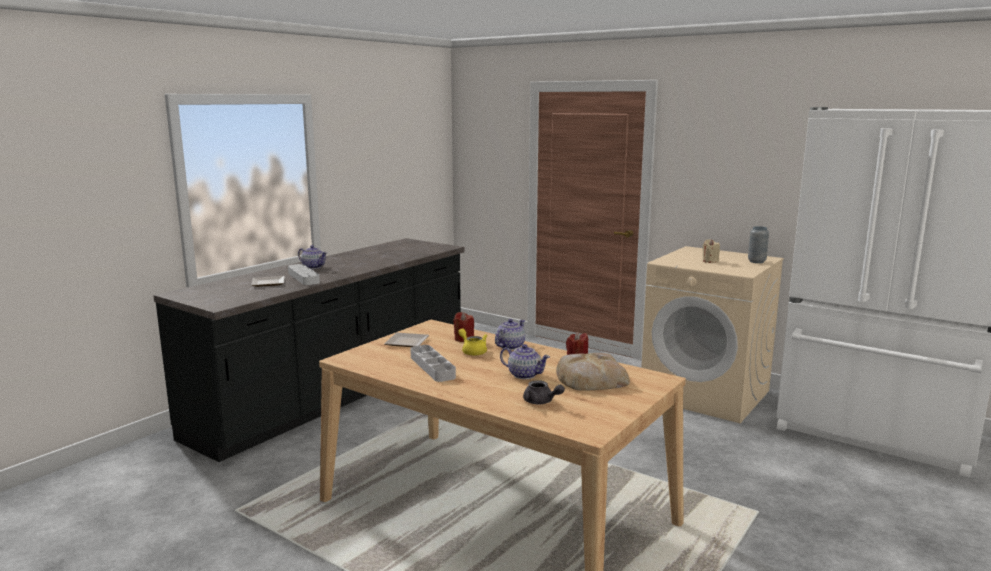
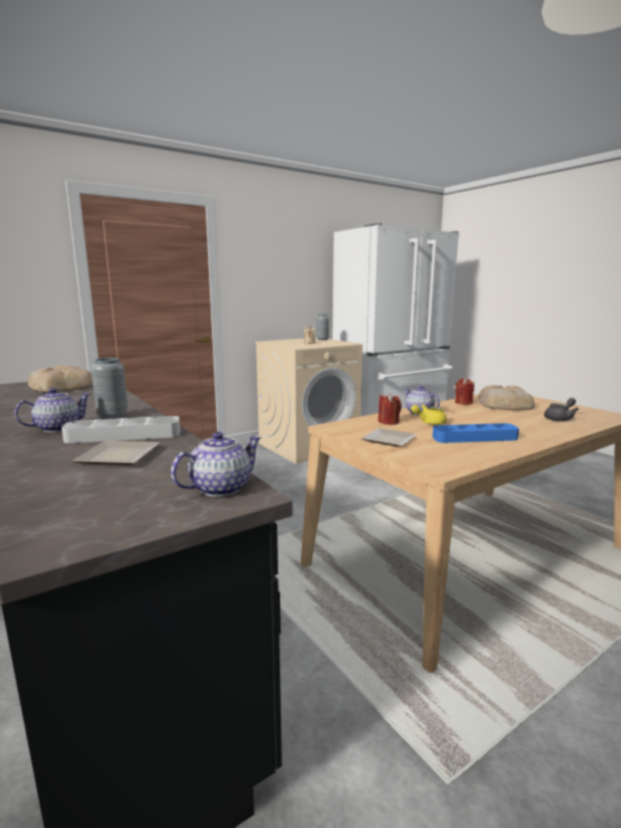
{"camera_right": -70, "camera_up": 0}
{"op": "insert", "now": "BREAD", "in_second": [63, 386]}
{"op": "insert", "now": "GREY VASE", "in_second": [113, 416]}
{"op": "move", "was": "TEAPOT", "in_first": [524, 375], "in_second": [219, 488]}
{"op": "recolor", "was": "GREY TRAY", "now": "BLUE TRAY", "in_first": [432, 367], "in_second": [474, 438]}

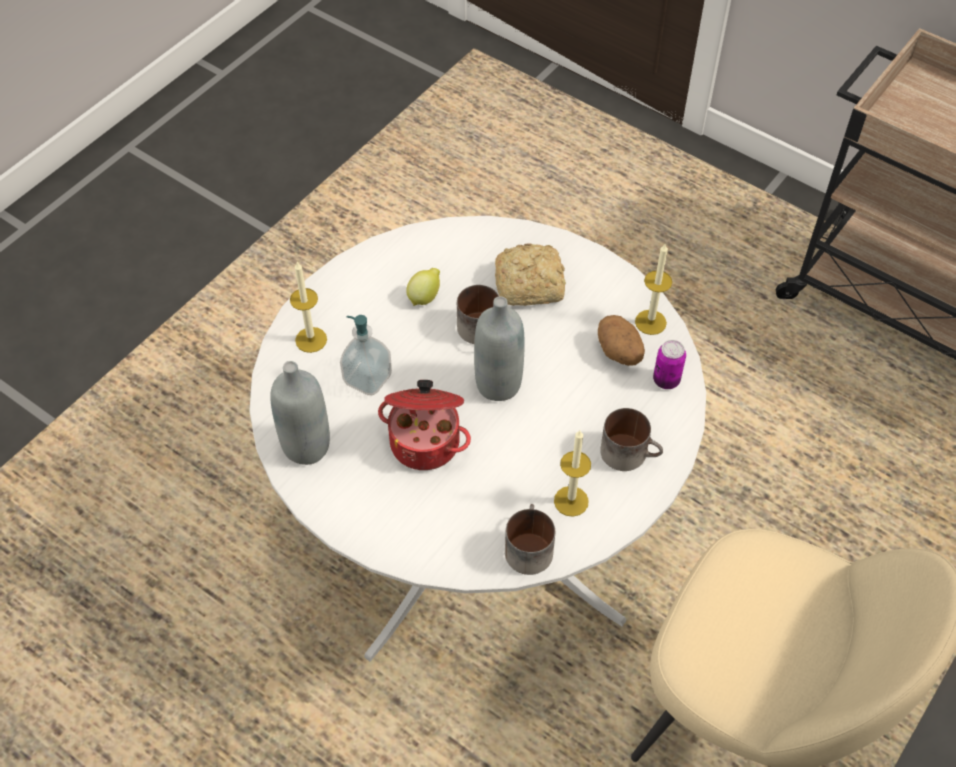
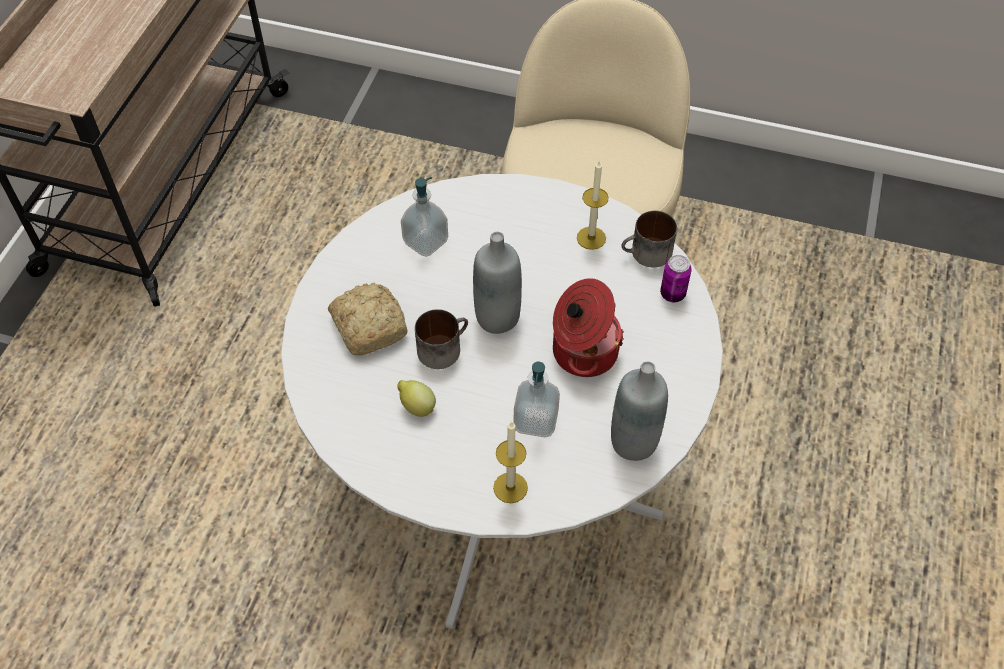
{"camera_right": -110, "camera_up": 0}
{"op": "replace", "was": "POTATO", "now": "SOAP DISPENSER", "in_first": [619, 353], "in_second": [425, 242]}
{"op": "move", "was": "CAN", "in_first": [666, 380], "in_second": [672, 294]}
{"op": "delete", "was": "MUG", "in_first": [630, 452]}
{"op": "delete", "was": "CANDLE", "in_first": [650, 322]}

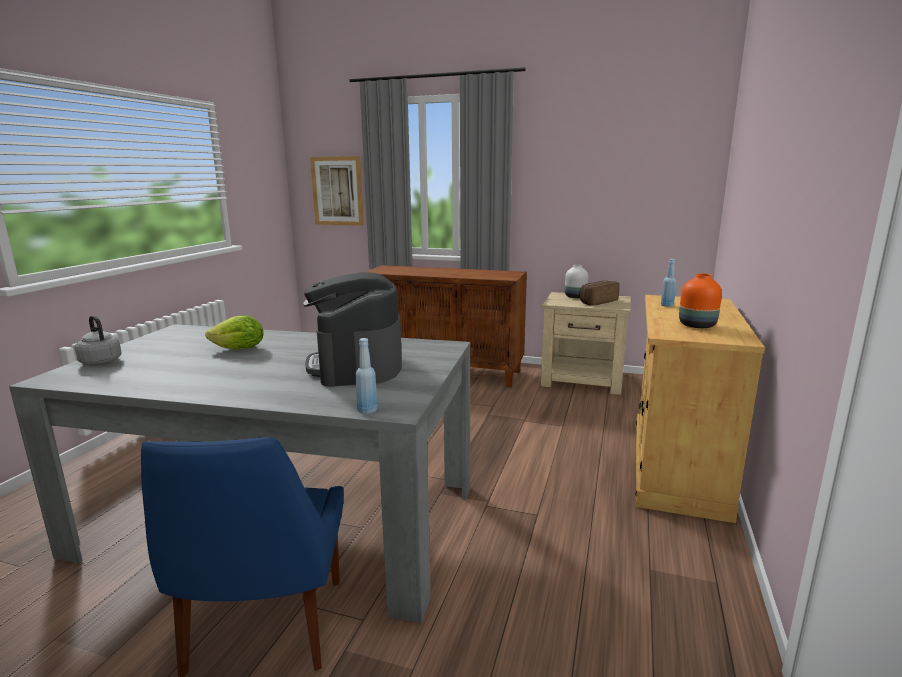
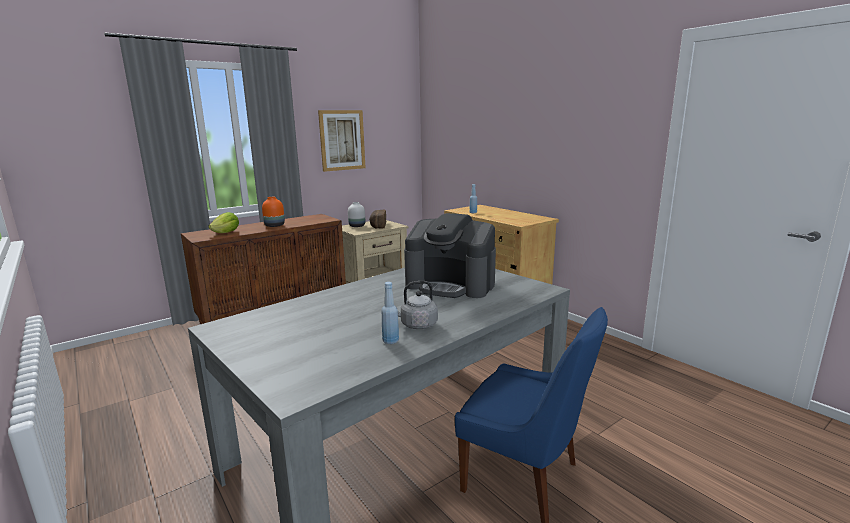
{"camera_right": -55, "camera_up": 0}
{"op": "move", "was": "LETTUCE", "in_first": [239, 349], "in_second": [226, 233]}
{"op": "move", "was": "ORANGE VASE", "in_first": [696, 325], "in_second": [274, 225]}
{"op": "move", "was": "PICTURE", "in_first": [337, 191], "in_second": [342, 140]}
{"op": "move", "was": "BLUE BOTTLE", "in_first": [367, 411], "in_second": [390, 341]}
{"op": "move", "was": "GREY KETTLE", "in_first": [100, 361], "in_second": [417, 325]}

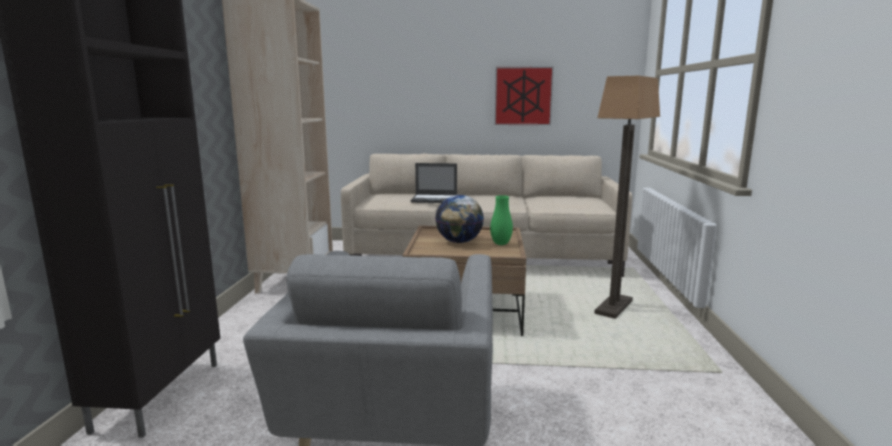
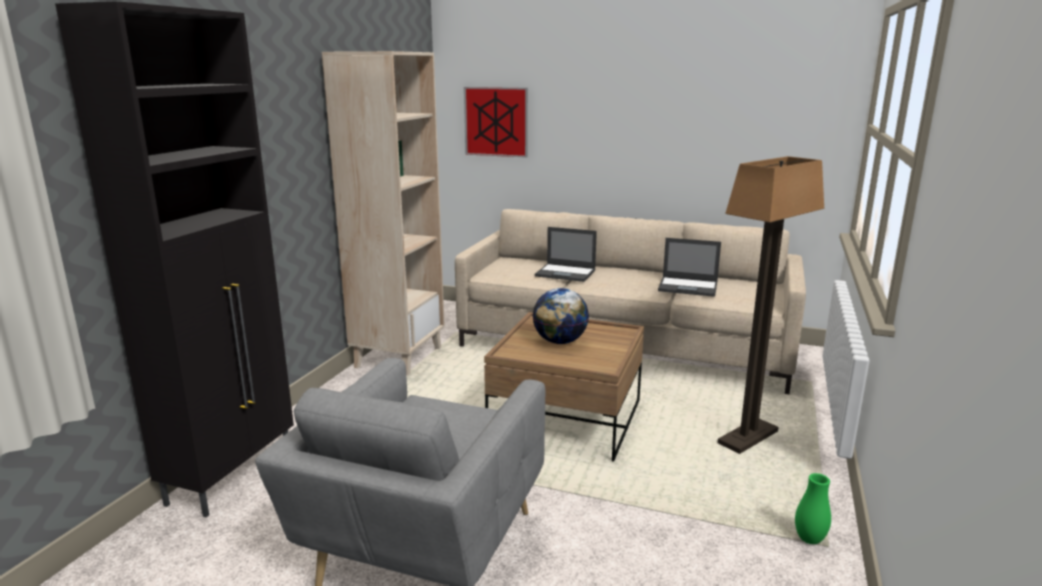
{"camera_right": 15, "camera_up": 5}
{"op": "move", "was": "PICTURE", "in_first": [523, 96], "in_second": [496, 122]}
{"op": "insert", "now": "LAPTOP", "in_second": [688, 287]}
{"op": "move", "was": "GREEN VASE", "in_first": [501, 244], "in_second": [809, 539]}

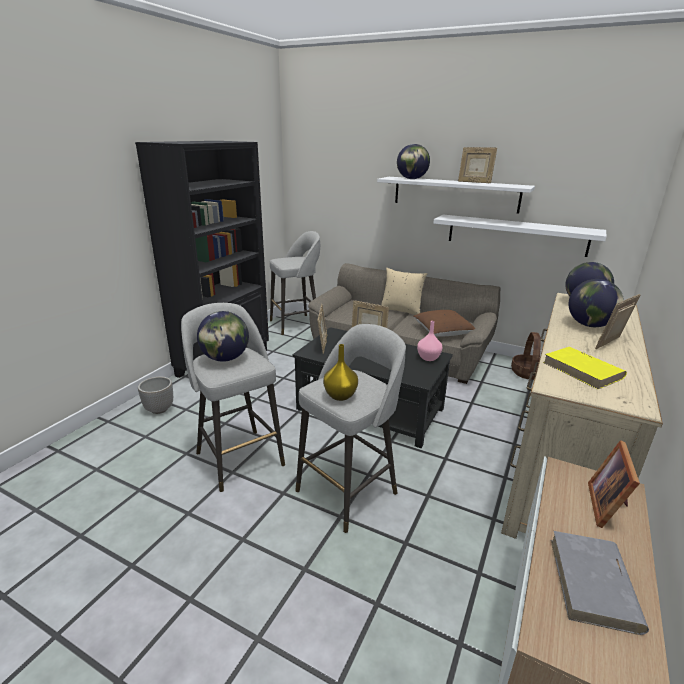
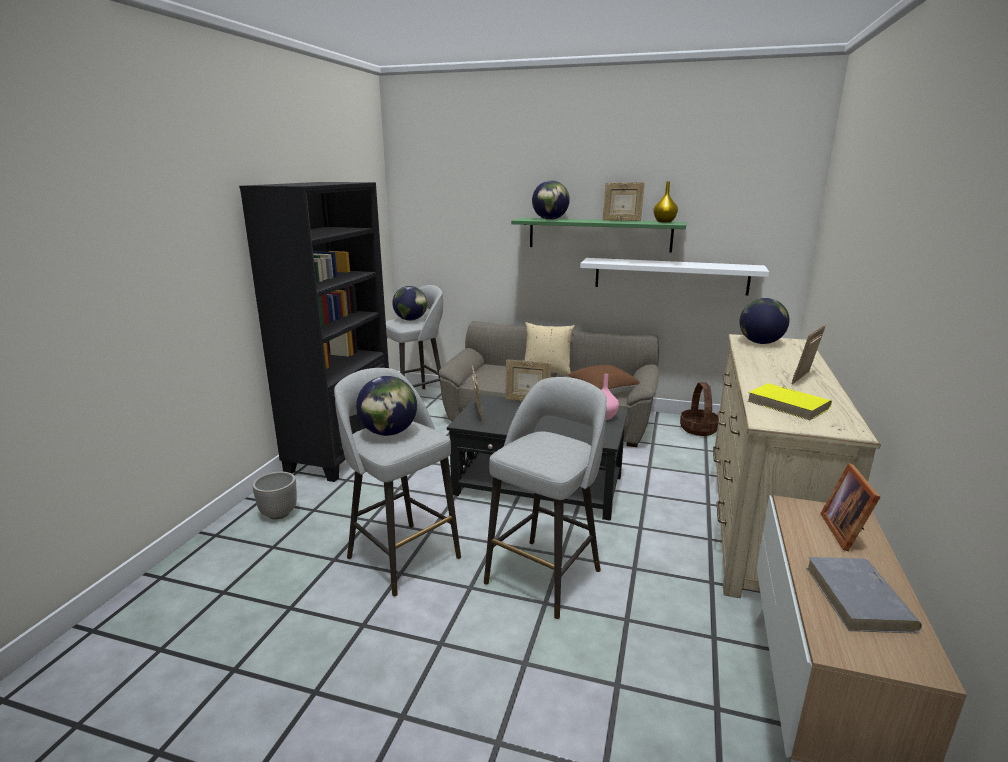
{"camera_right": -10, "camera_up": -5}
{"op": "move", "was": "GLOBE", "in_first": [589, 325], "in_second": [411, 320]}
{"op": "recolor", "was": "WHITE SHELF", "now": "GREEN SHELF", "in_first": [455, 194], "in_second": [599, 234]}
{"op": "move", "was": "YELLOW VASE", "in_first": [339, 395], "in_second": [664, 222]}

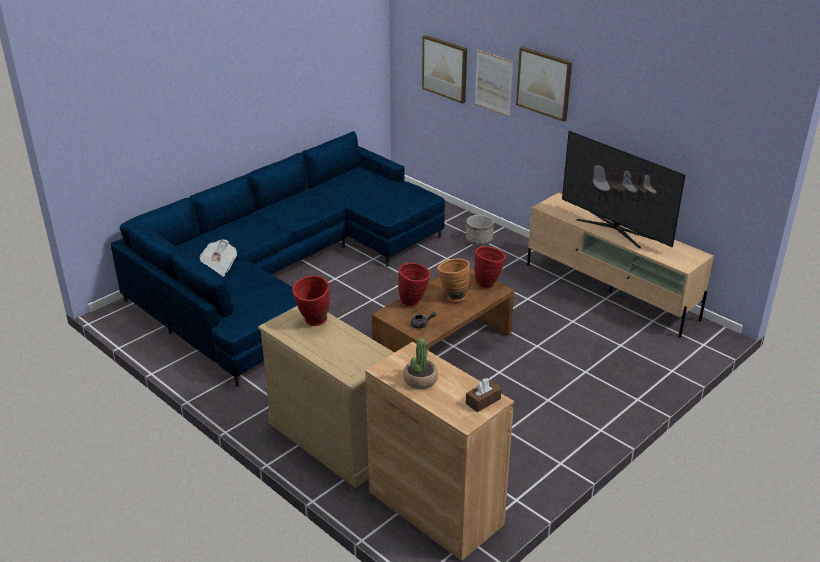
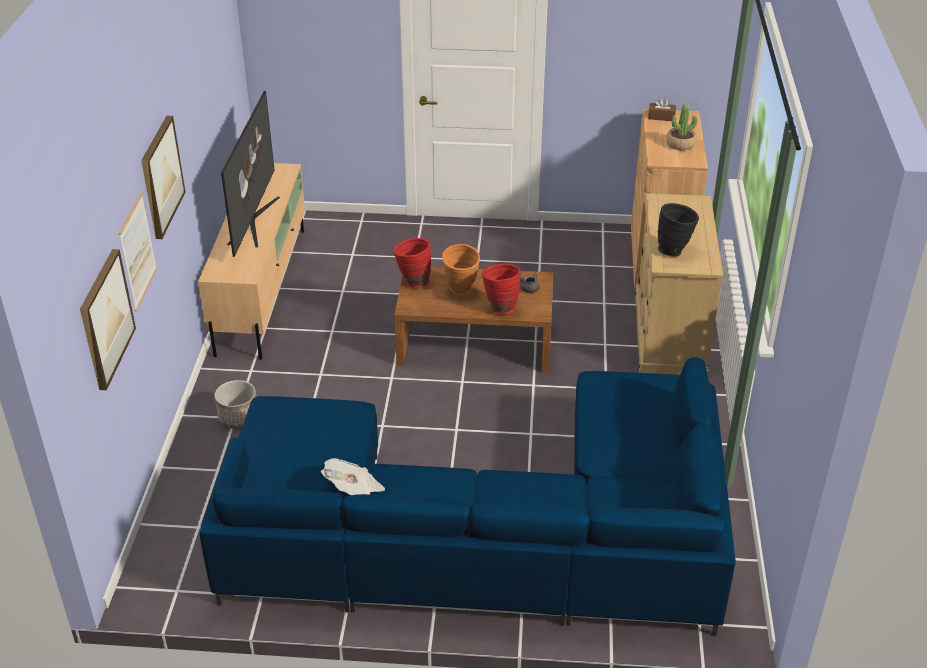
{"camera_right": -130, "camera_up": 5}
{"op": "move", "was": "NEWSPAPER", "in_first": [217, 269], "in_second": [354, 490]}
{"op": "recolor", "was": "RED VASE", "now": "BLACK VASE", "in_first": [313, 323], "in_second": [674, 251]}

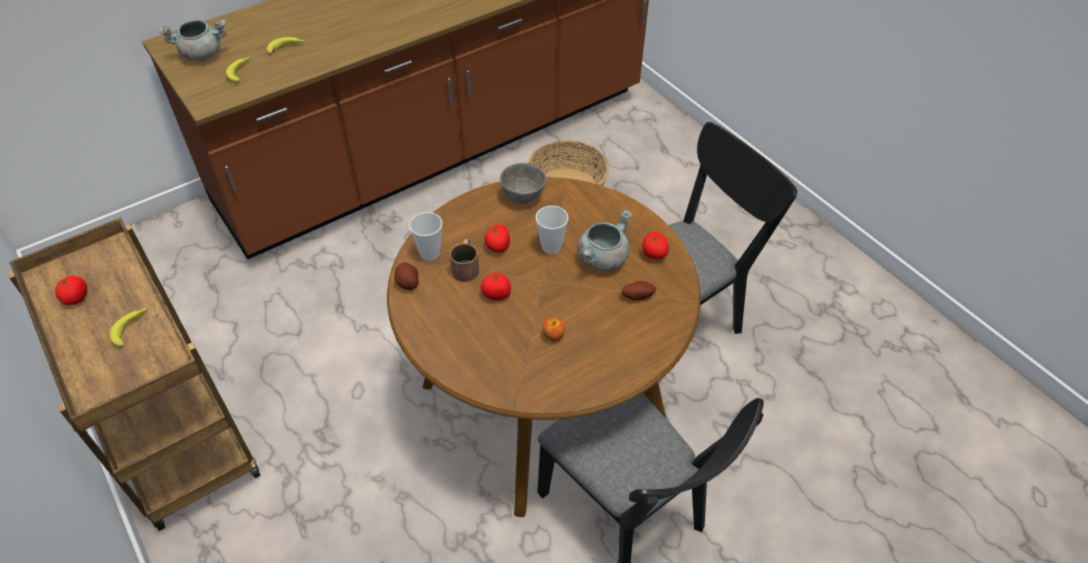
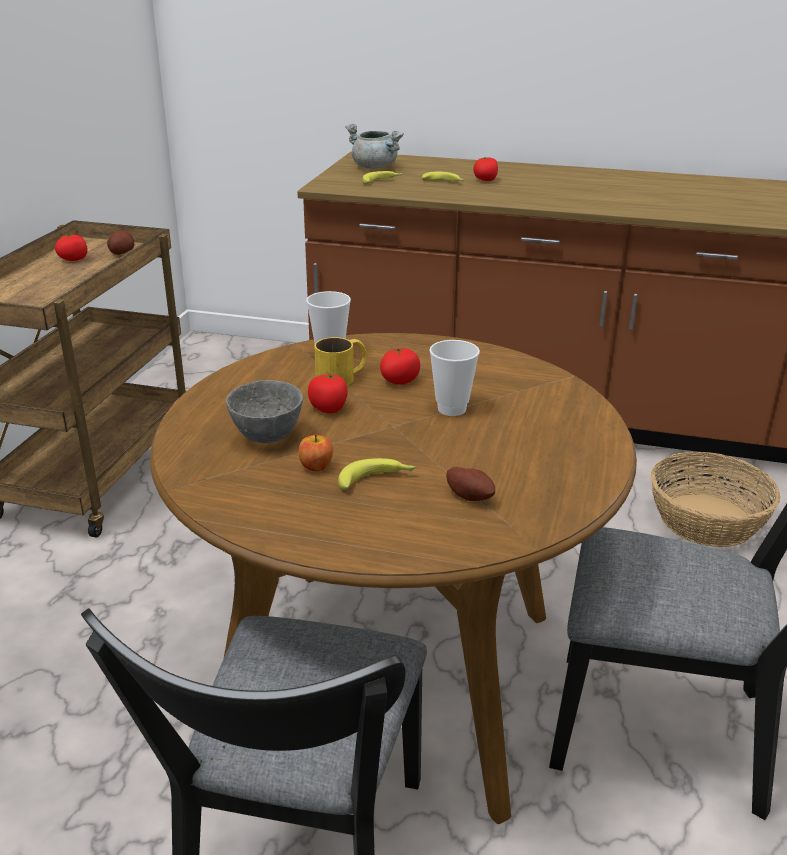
{"camera_right": 50, "camera_up": -20}
{"op": "move", "was": "POTATO", "in_first": [407, 283], "in_second": [121, 252]}
{"op": "move", "was": "GREY BOWL", "in_first": [523, 197], "in_second": [268, 437]}
{"op": "recolor", "was": "BROWN MUG", "now": "YELLOW MUG", "in_first": [466, 266], "in_second": [343, 377]}
{"op": "move", "was": "BANANA", "in_first": [132, 328], "in_second": [377, 480]}
{"op": "move", "was": "TOMATO", "in_first": [653, 254], "in_second": [485, 180]}
{"op": "delete", "was": "GREY COOKING POT", "in_first": [602, 259]}

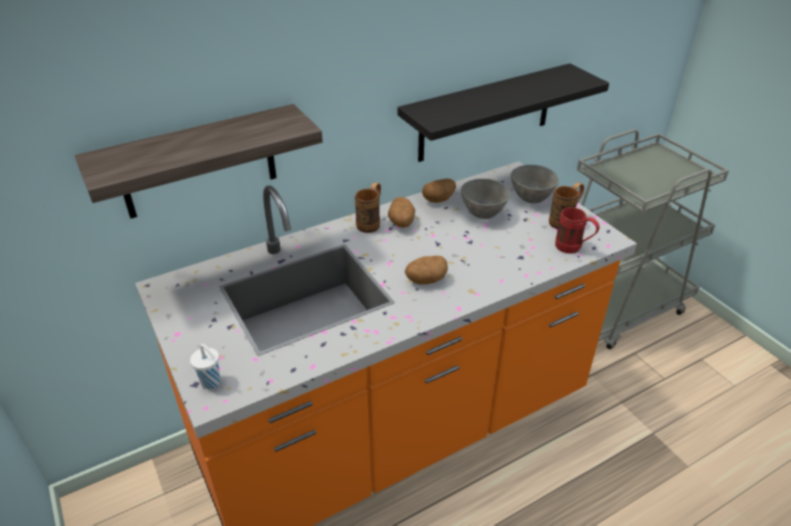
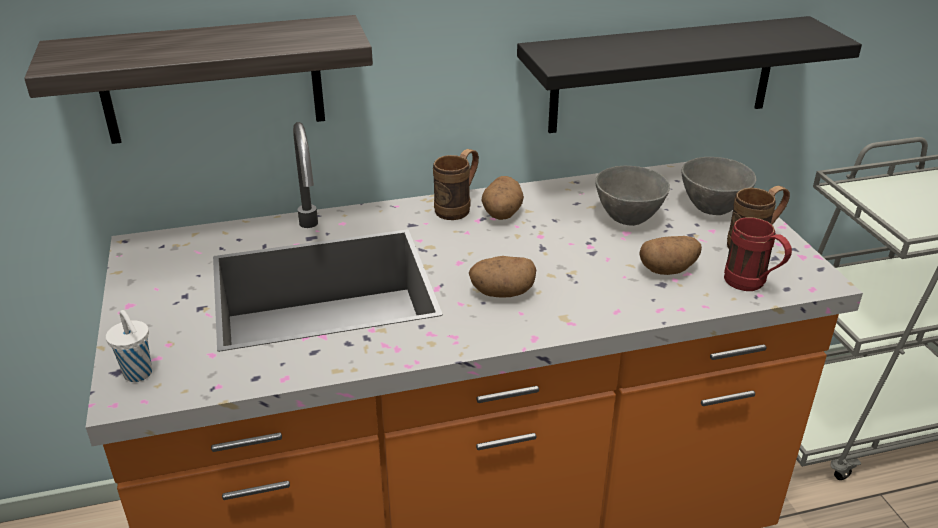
{"camera_right": 15, "camera_up": -5}
{"op": "move", "was": "POTATO", "in_first": [438, 199], "in_second": [668, 270]}

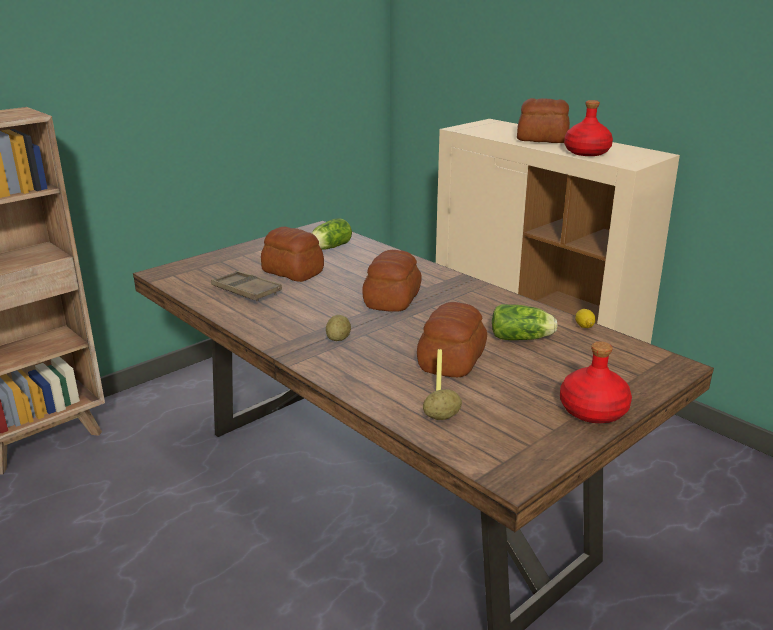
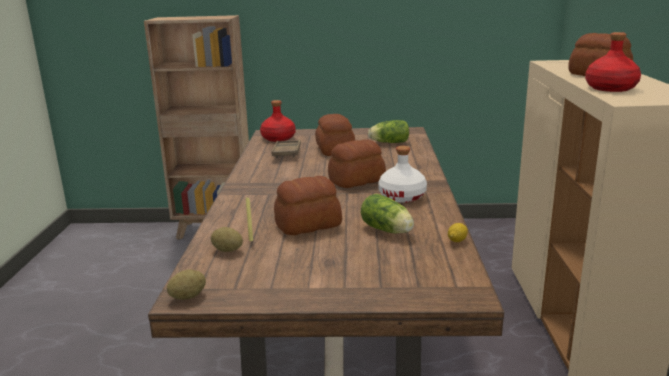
{"camera_right": 45, "camera_up": -5}
{"op": "move", "was": "POTATO", "in_first": [338, 339], "in_second": [188, 297]}
{"op": "move", "was": "RED BOTTLE", "in_first": [593, 411], "in_second": [278, 138]}
{"op": "insert", "now": "WHITE BOTTLE", "in_second": [402, 196]}

